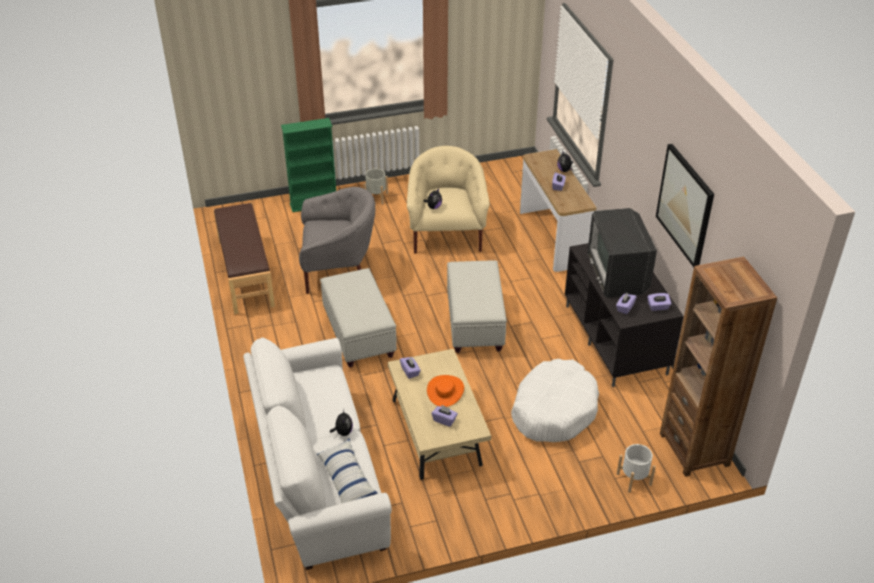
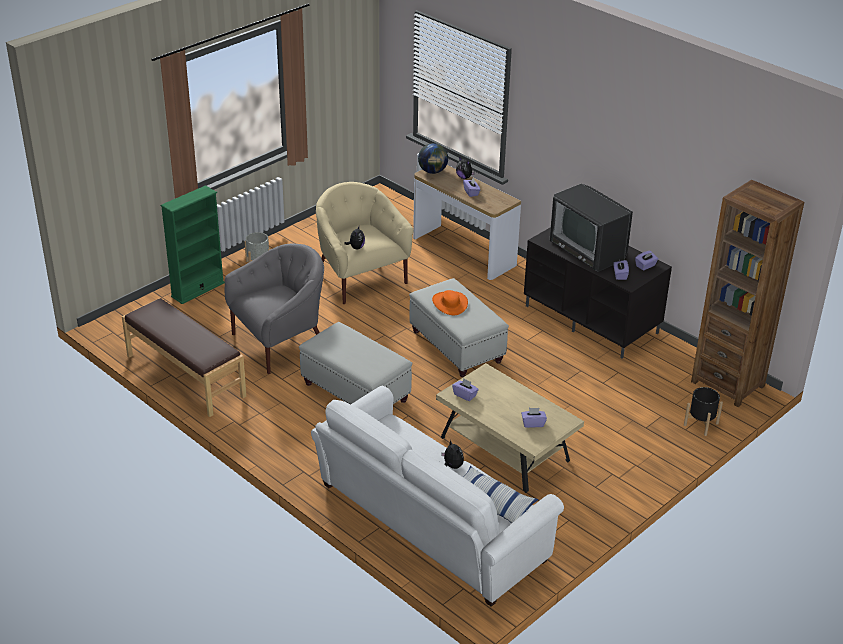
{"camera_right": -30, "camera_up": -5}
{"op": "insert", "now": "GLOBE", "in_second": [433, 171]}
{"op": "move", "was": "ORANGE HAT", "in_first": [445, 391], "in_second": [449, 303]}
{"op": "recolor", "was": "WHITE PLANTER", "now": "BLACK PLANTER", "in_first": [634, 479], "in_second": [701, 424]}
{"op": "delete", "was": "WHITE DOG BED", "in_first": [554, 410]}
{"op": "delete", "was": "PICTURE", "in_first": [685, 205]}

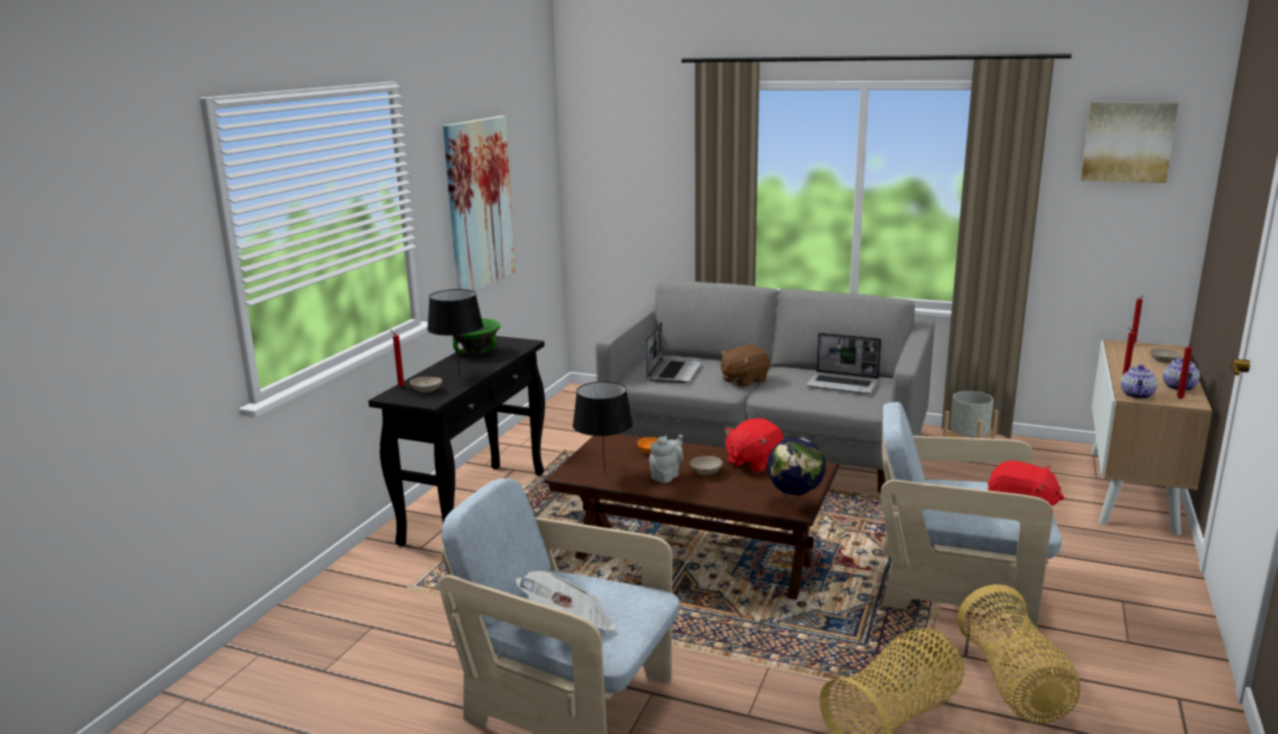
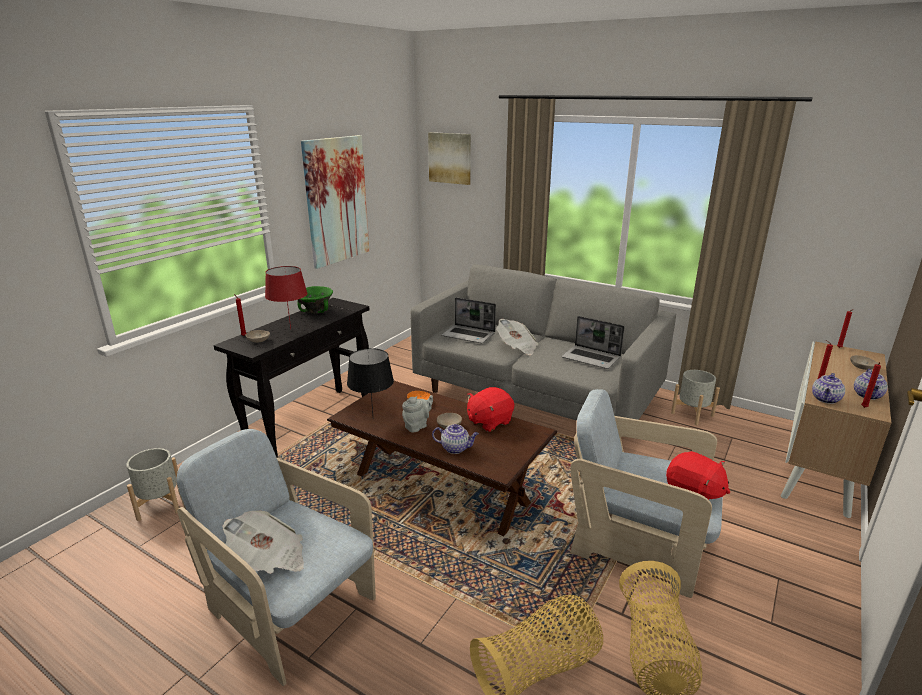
{"camera_right": 10, "camera_up": 5}
{"op": "insert", "now": "GREY PLANTER", "in_second": [160, 505]}
{"op": "recolor", "was": "BLACK TABLE LAMP", "now": "RED TABLE LAMP", "in_first": [459, 374], "in_second": [290, 329]}
{"op": "move", "was": "PICTURE", "in_first": [1127, 141], "in_second": [450, 158]}
{"op": "insert", "now": "TEAPOT", "in_second": [456, 448]}
{"op": "rotate", "was": "LAPTOP", "in_first": [673, 372], "in_second": [469, 335], "clockwise": 90}
{"op": "replace", "was": "BROWN PLUSH TOY", "now": "NEWSPAPER", "in_first": [743, 381], "in_second": [517, 347]}
{"op": "delete", "was": "GLOBE", "in_first": [795, 506]}

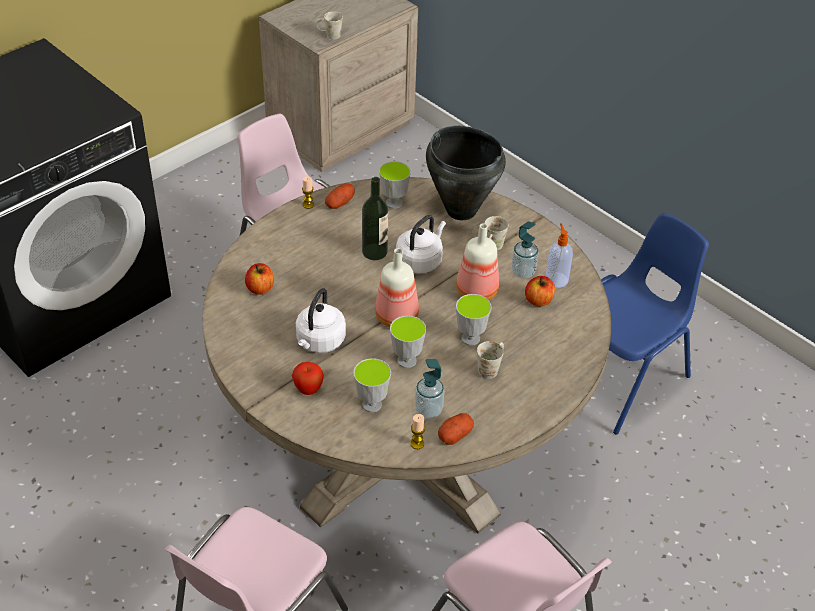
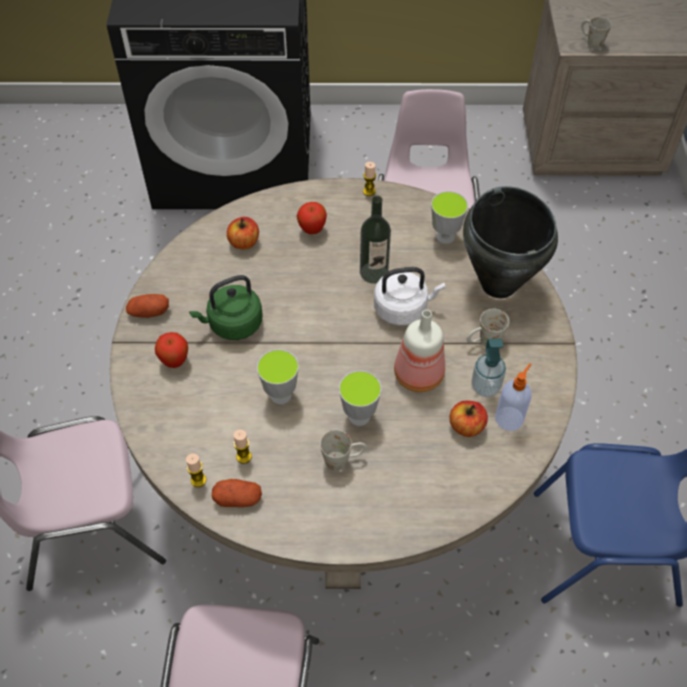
{"camera_right": 45, "camera_up": 10}
{"op": "move", "was": "POTATO", "in_first": [340, 203], "in_second": [149, 312]}
{"op": "recolor", "was": "WHITE KETTLE", "now": "GREEN KETTLE", "in_first": [319, 342], "in_second": [233, 324]}
{"op": "replace", "was": "SOAP DISPENSER", "now": "CANDLE", "in_first": [428, 410], "in_second": [244, 456]}
{"op": "insert", "now": "APPLE", "in_second": [312, 230]}
{"op": "delete", "was": "CUP", "in_first": [372, 404]}
{"op": "delete", "was": "BOTTLE", "in_first": [397, 316]}

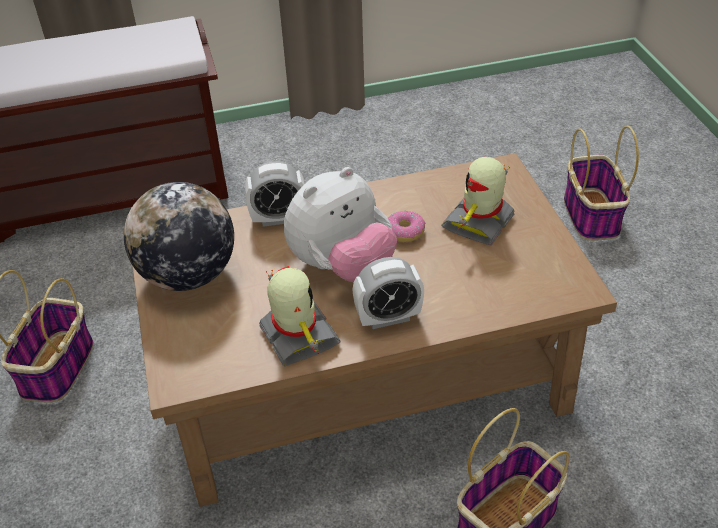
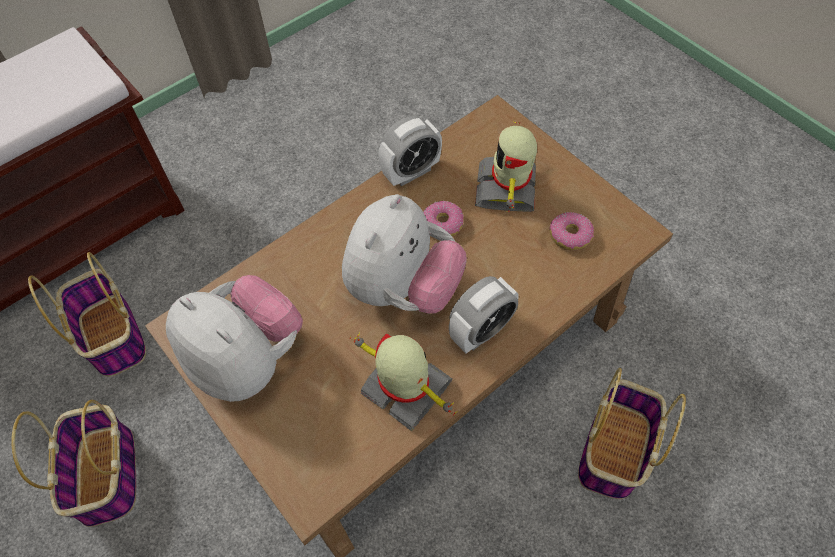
{"camera_right": -25, "camera_up": 15}
{"op": "move", "was": "BASKET", "in_first": [590, 214], "in_second": [112, 335]}
{"op": "replace", "was": "GLOBE", "now": "PLUSH TOY", "in_first": [188, 275], "in_second": [248, 359]}
{"op": "move", "was": "ALARM CLOCK", "in_first": [279, 218], "in_second": [411, 172]}
{"op": "insert", "now": "DONUT", "in_second": [570, 235]}

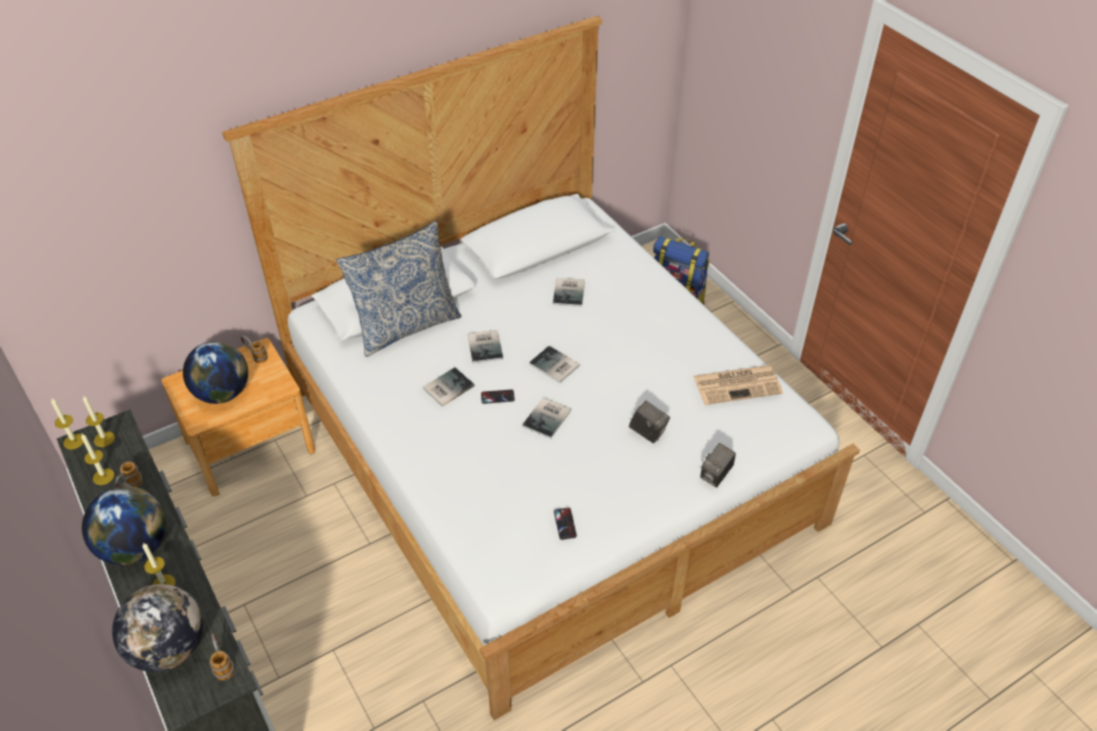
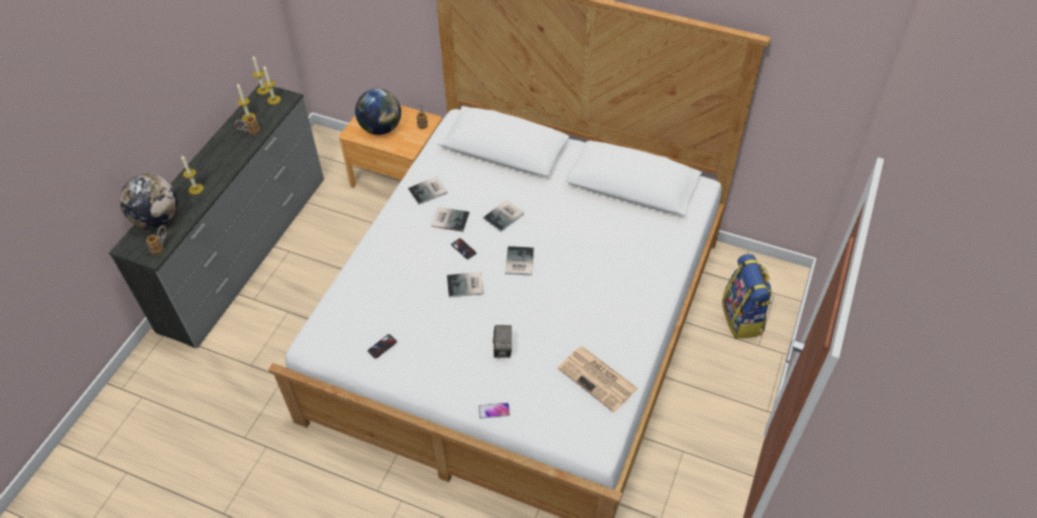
{"camera_right": 55, "camera_up": 5}
{"op": "move", "was": "BOOK", "in_first": [570, 292], "in_second": [429, 191]}
{"op": "replace", "was": "PHOTO CAMERA", "now": "PHONE", "in_first": [716, 476], "in_second": [494, 411]}
{"op": "delete", "was": "GLOBE", "in_first": [136, 547]}
{"op": "delete", "was": "PILLOW", "in_first": [406, 326]}

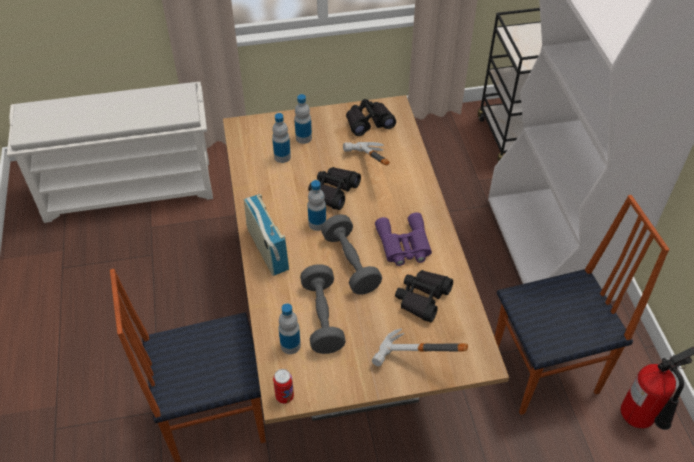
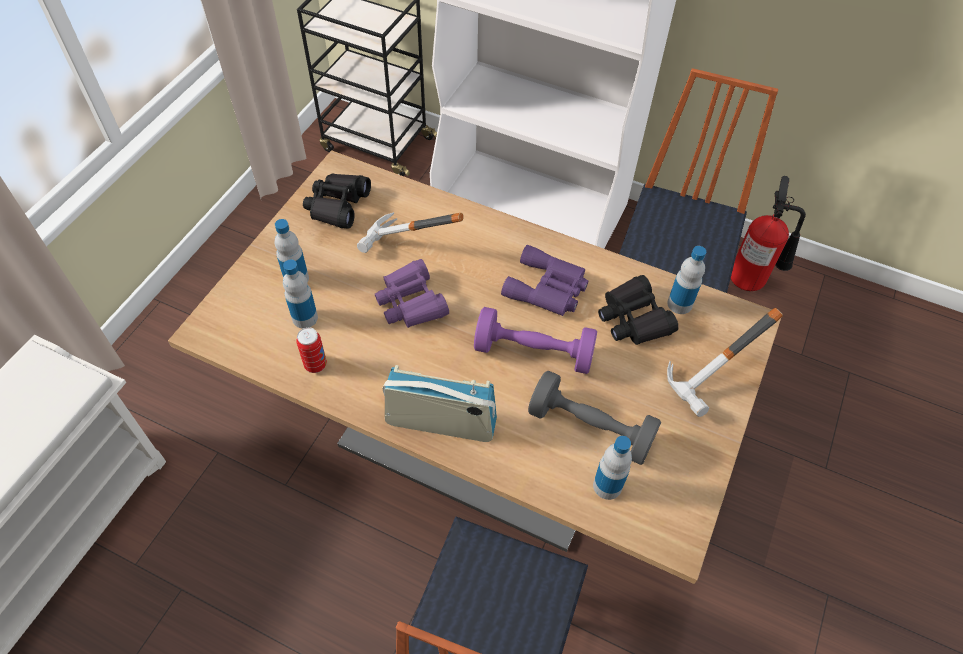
{"camera_right": -55, "camera_up": 5}
{"op": "move", "was": "CAN", "in_first": [284, 396], "in_second": [315, 365]}
{"op": "recolor", "was": "BLACK BINOCULARS", "now": "PURPLE BINOCULARS", "in_first": [333, 191], "in_second": [411, 302]}
{"op": "recolor", "was": "GREY DUMBBELL", "now": "PURPLE DUMBBELL", "in_first": [350, 263], "in_second": [533, 352]}
{"op": "move", "was": "BOTTLE", "in_first": [317, 224], "in_second": [679, 304]}

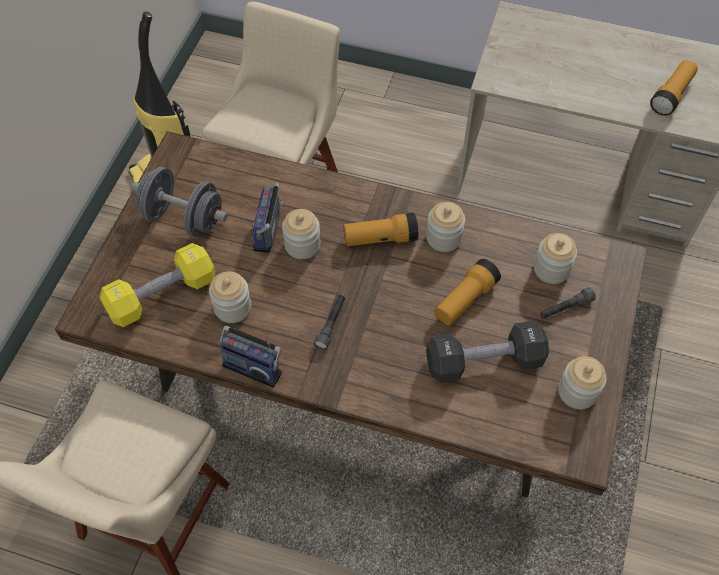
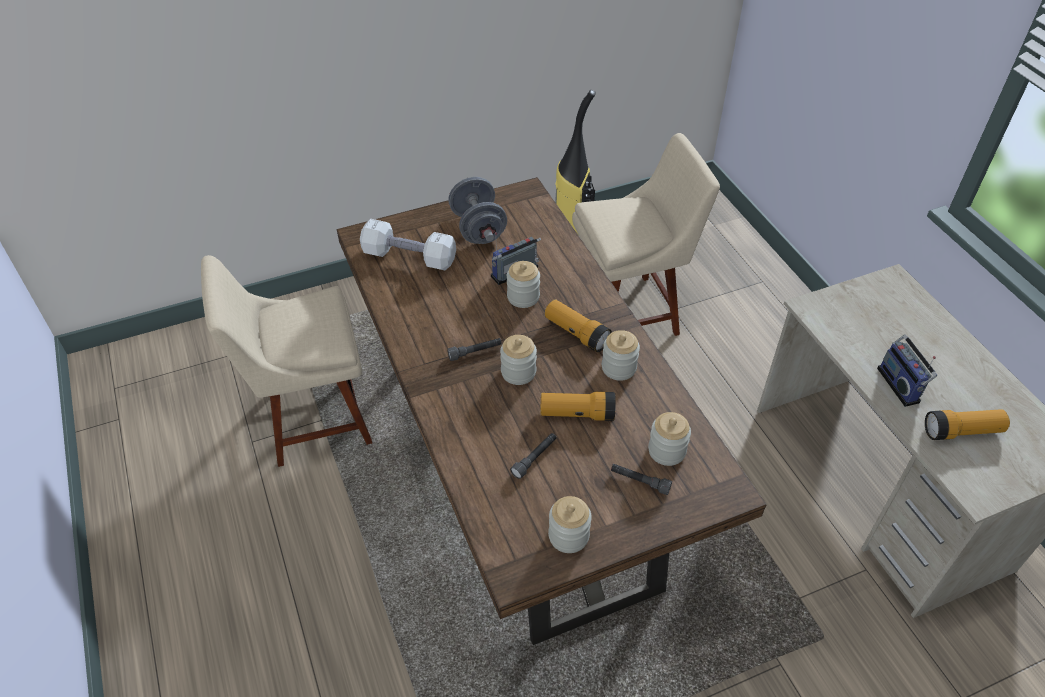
{"camera_right": 50, "camera_up": -10}
{"op": "recolor", "was": "YELLOW DUMBBELL", "now": "WHITE DUMBBELL", "in_first": [162, 295], "in_second": [409, 257]}
{"op": "move", "was": "JAR", "in_first": [232, 307], "in_second": [518, 372]}
{"op": "replace", "was": "BLACK DUMBBELL", "now": "GREY FLASHLIGHT", "in_first": [484, 361], "in_second": [534, 458]}
{"op": "move", "was": "RADIO", "in_first": [253, 366], "in_second": [900, 384]}

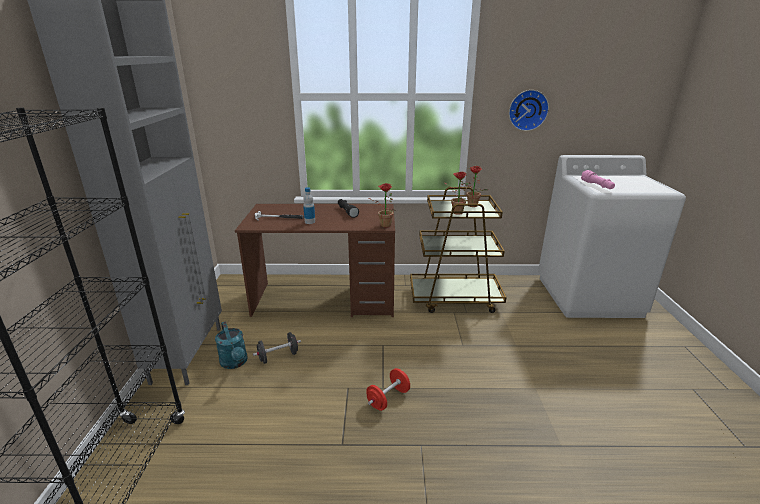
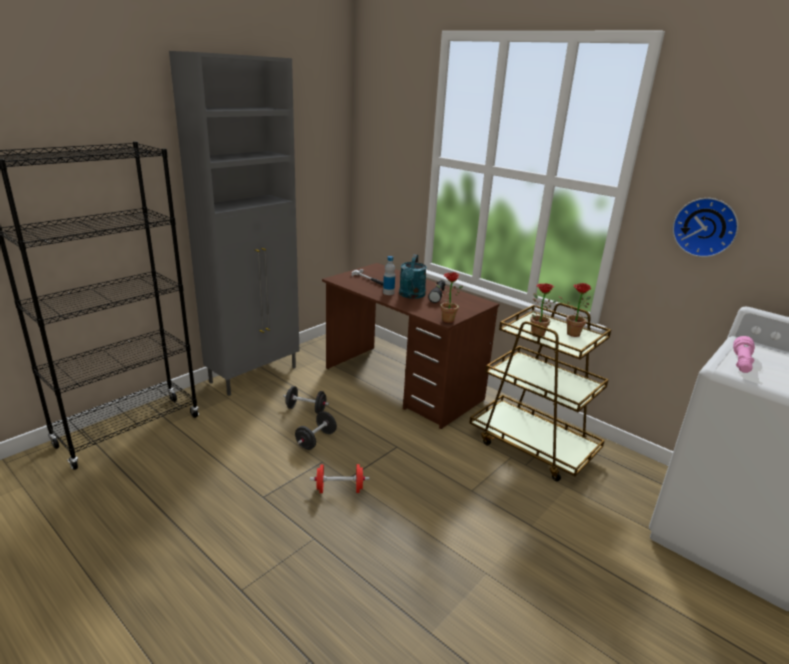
{"camera_right": 40, "camera_up": 0}
{"op": "insert", "now": "BLACK DUMBBELL", "in_second": [316, 440]}
{"op": "move", "was": "TURQUOISE WATERING CAN", "in_first": [235, 363], "in_second": [411, 295]}

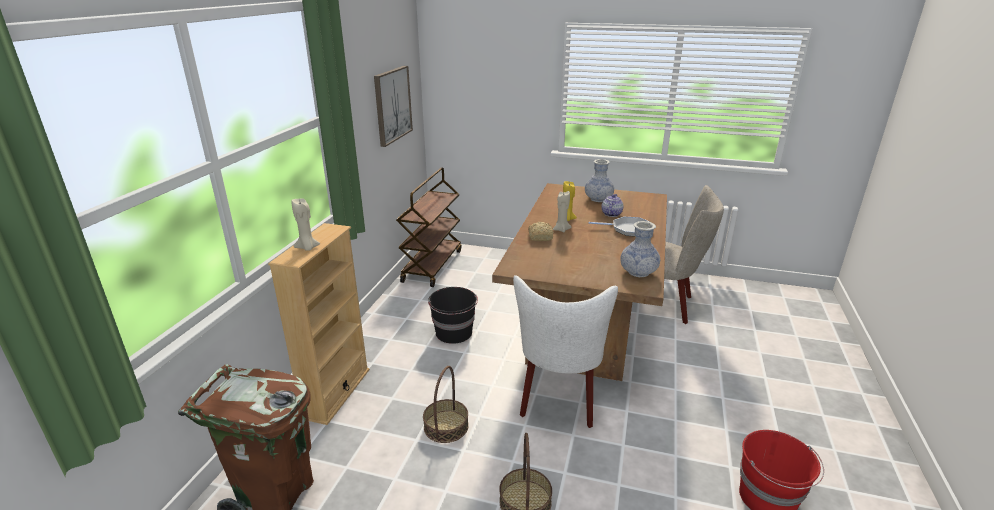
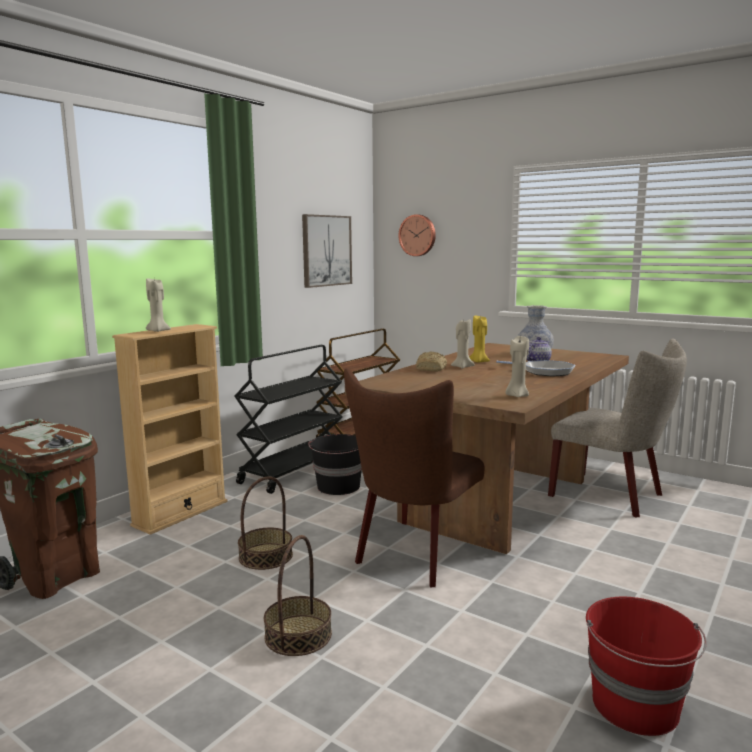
{"camera_right": 20, "camera_up": -15}
{"op": "insert", "now": "BLACK CART", "in_second": [293, 471]}
{"op": "recolor", "was": "WHITE CHAIR", "now": "BROWN CHAIR", "in_first": [560, 397], "in_second": [415, 555]}
{"op": "insert", "now": "WALL CLOCK", "in_second": [418, 235]}
{"op": "replace", "was": "VASE", "now": "BEIGE CANDLE", "in_first": [638, 272], "in_second": [516, 396]}

